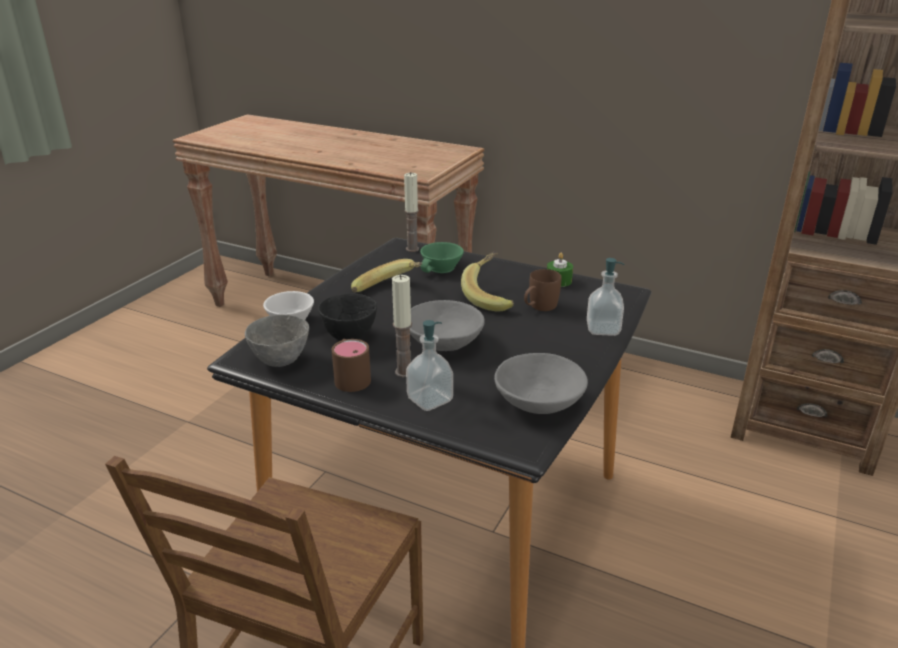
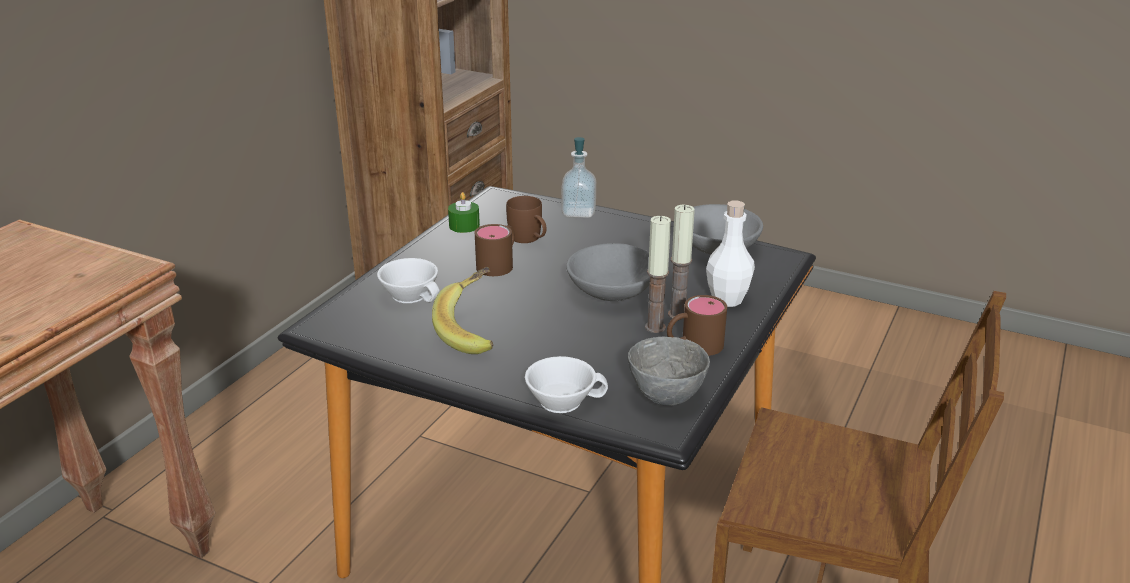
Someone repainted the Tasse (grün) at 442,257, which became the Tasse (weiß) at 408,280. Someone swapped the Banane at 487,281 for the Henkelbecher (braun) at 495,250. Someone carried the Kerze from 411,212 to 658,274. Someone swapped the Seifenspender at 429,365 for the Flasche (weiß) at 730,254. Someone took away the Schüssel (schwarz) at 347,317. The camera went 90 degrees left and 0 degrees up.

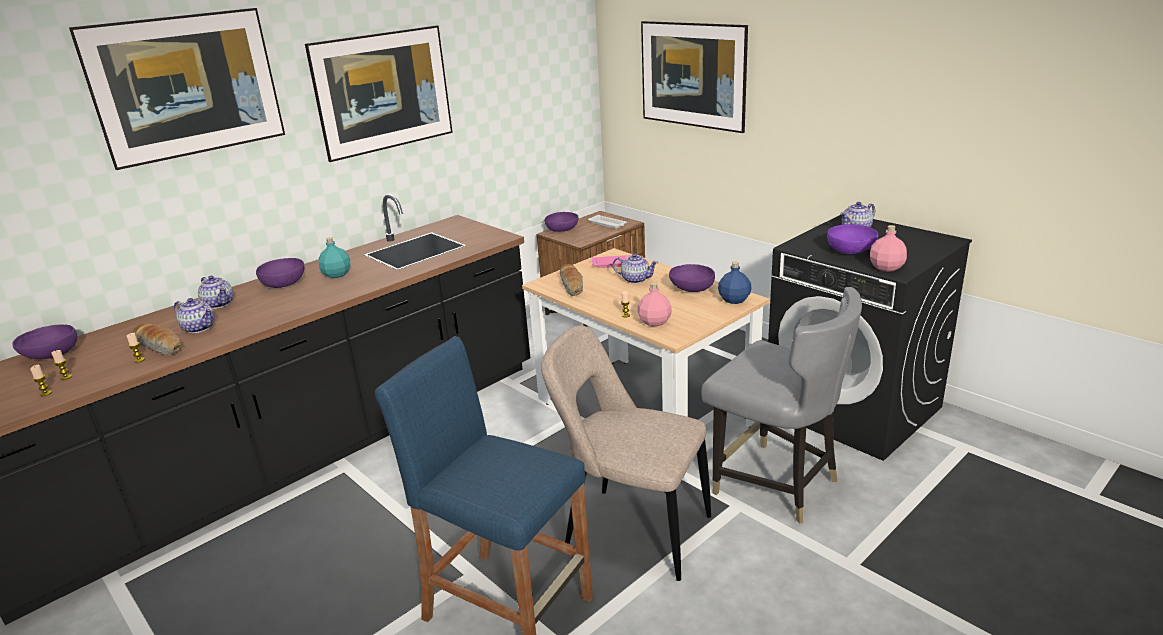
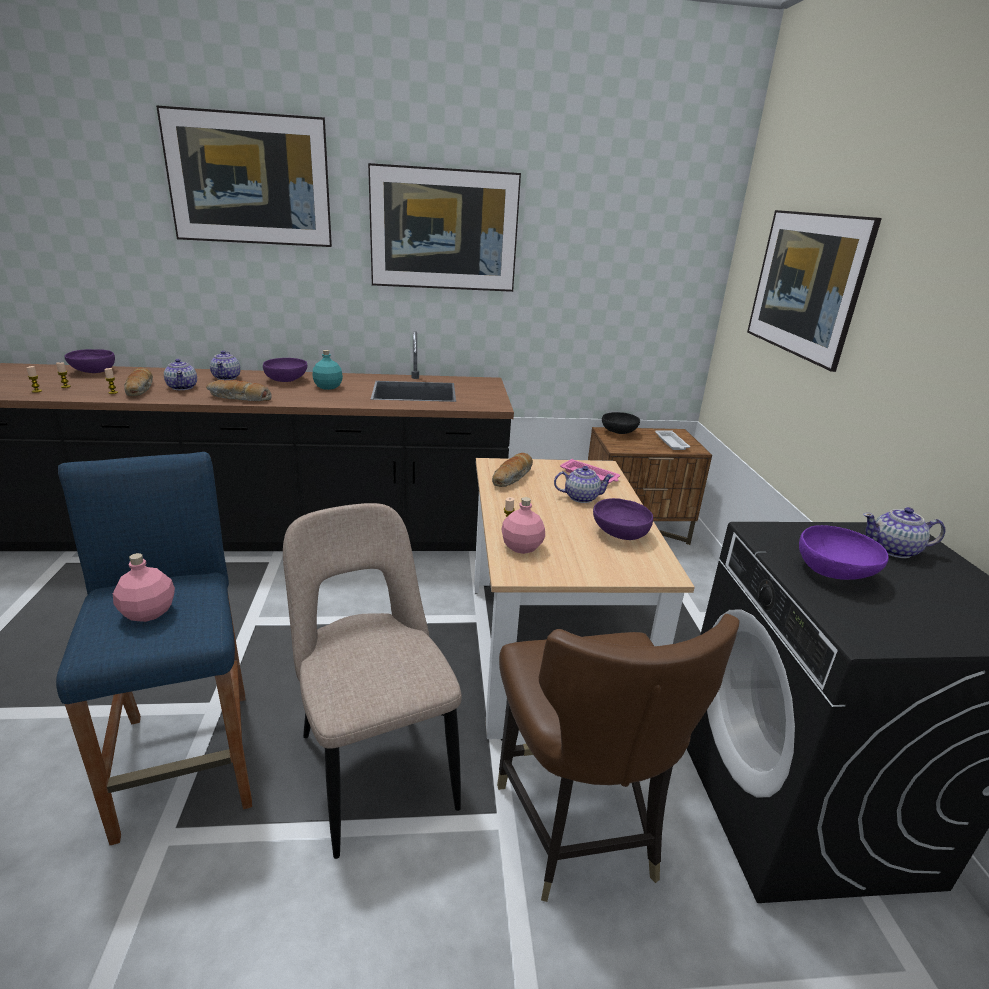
Someone carried the Flasche (rosa) from 888,248 to 144,587. Someone put down the Brot at 238,391. Someone repainted the Stuhl (grau) at 781,405, which became the Stuhl (braun) at 618,758. Someone rotated the Teekanne at 635,269 by 60 degrees counterclockwise. Someone repainted the Schüssel (lila) at 562,222, which became the Schüssel (schwarz) at 621,423. Someone took away the Flasche (blau) at 735,283. The camera went 35 degrees right and 0 degrees up.

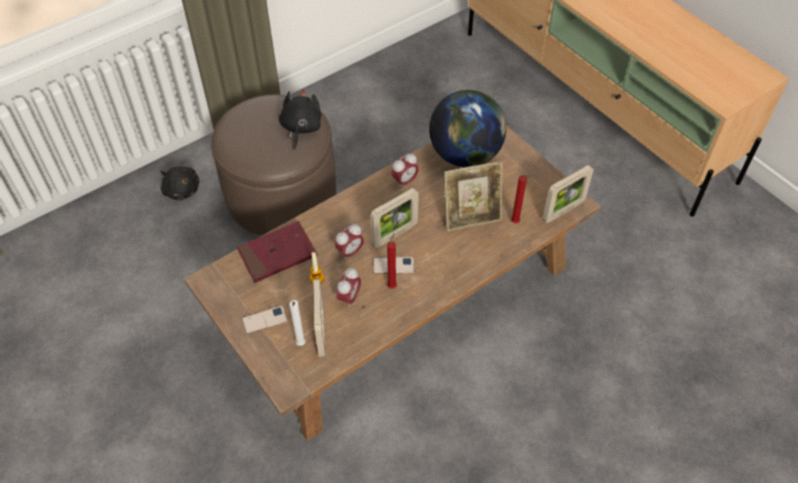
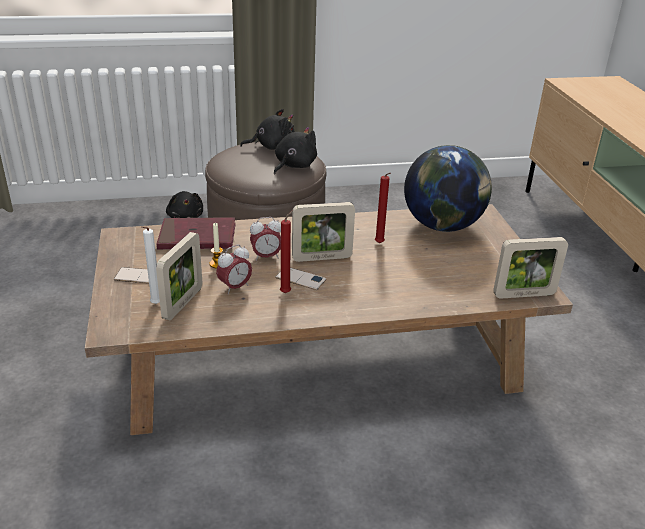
Someone put down the Plüschtier (schwarz) at 267,129. Someone carried the Kerze (rot) from 521,199 to 383,208. Someone took away the Wecker at 405,171. Someone took away the Bilderrahmen at 473,196. The camera went 25 degrees right and 20 degrees down.

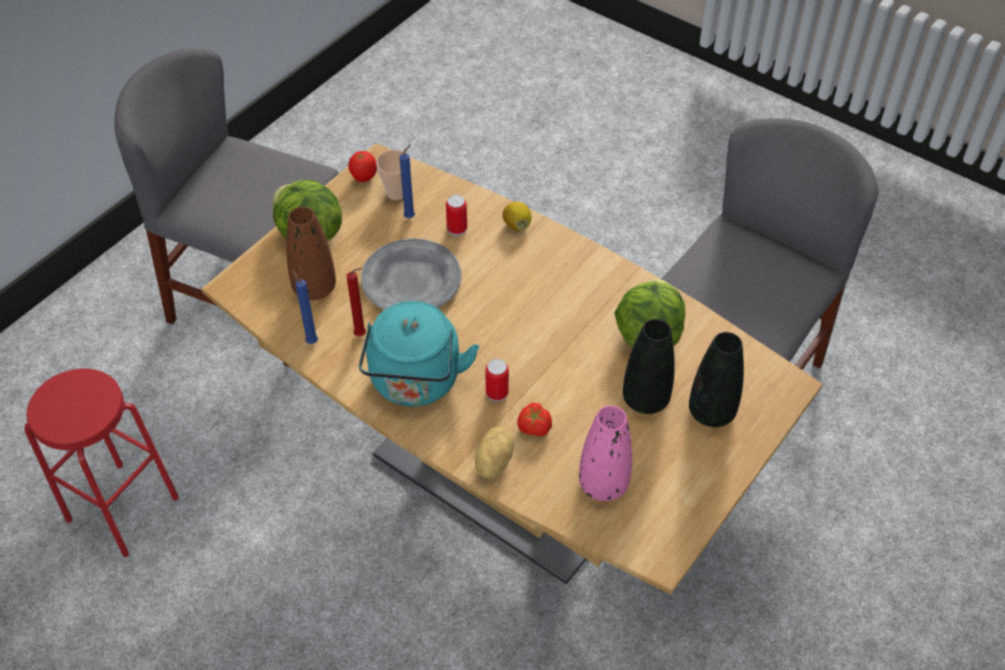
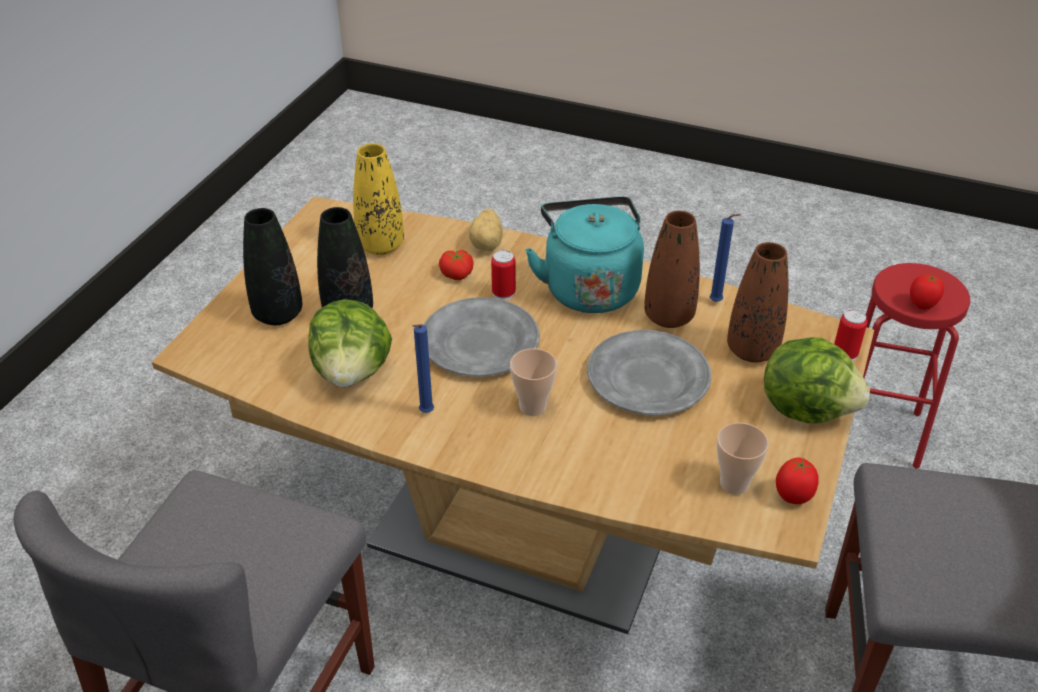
Someone repainted the Vase (rosa) at 605,453, which became the Vase (gelb) at 378,199. Someone carried the Kerze (blau) from 407,181 to 423,368. Someone put down the Teller (grau) at 482,337. Someone put down the Tasse at 533,382. Someone swapped the Kerze (rot) at 356,302 for the Vase (braun) at 672,269. Someone carried the Dose from 456,215 to 850,335. Someone put down the Tomate at 927,292. Someone took away the Zitrone at 516,216. The camera went 165 degrees right and 10 degrees down.

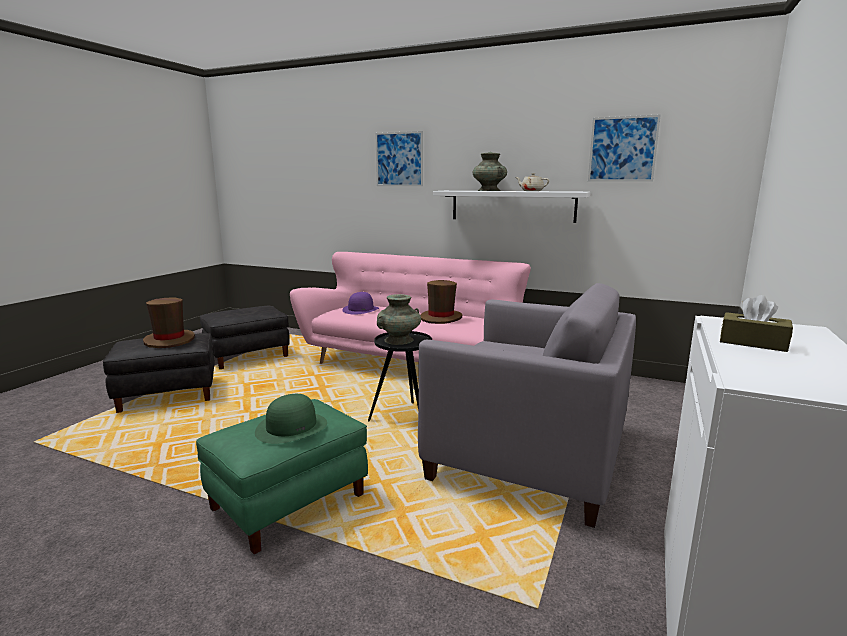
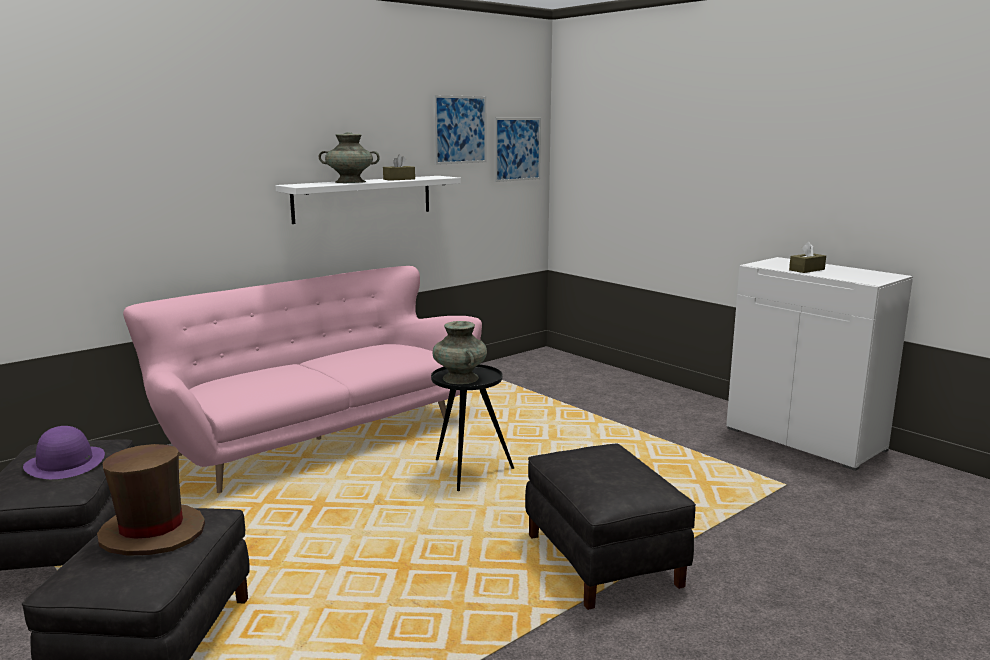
Someone carried the Hut (lila) from 360,303 to 64,452. Someone swapped the Teekanne (beige) at 532,182 for the Taschentuchbox (braun) at 399,168. Someone carried the Bild from 399,158 to 518,150. Someone repainted the Polsterhocker (grün) at 282,476, which became the Polsterhocker (schwarz) at 610,526. Someone took away the Hut (grün) at 291,419. Someone took away the Sessel (grau) at 527,405. Someone took away the Hut (braun) at 441,302. The camera went 65 degrees left and 0 degrees up.

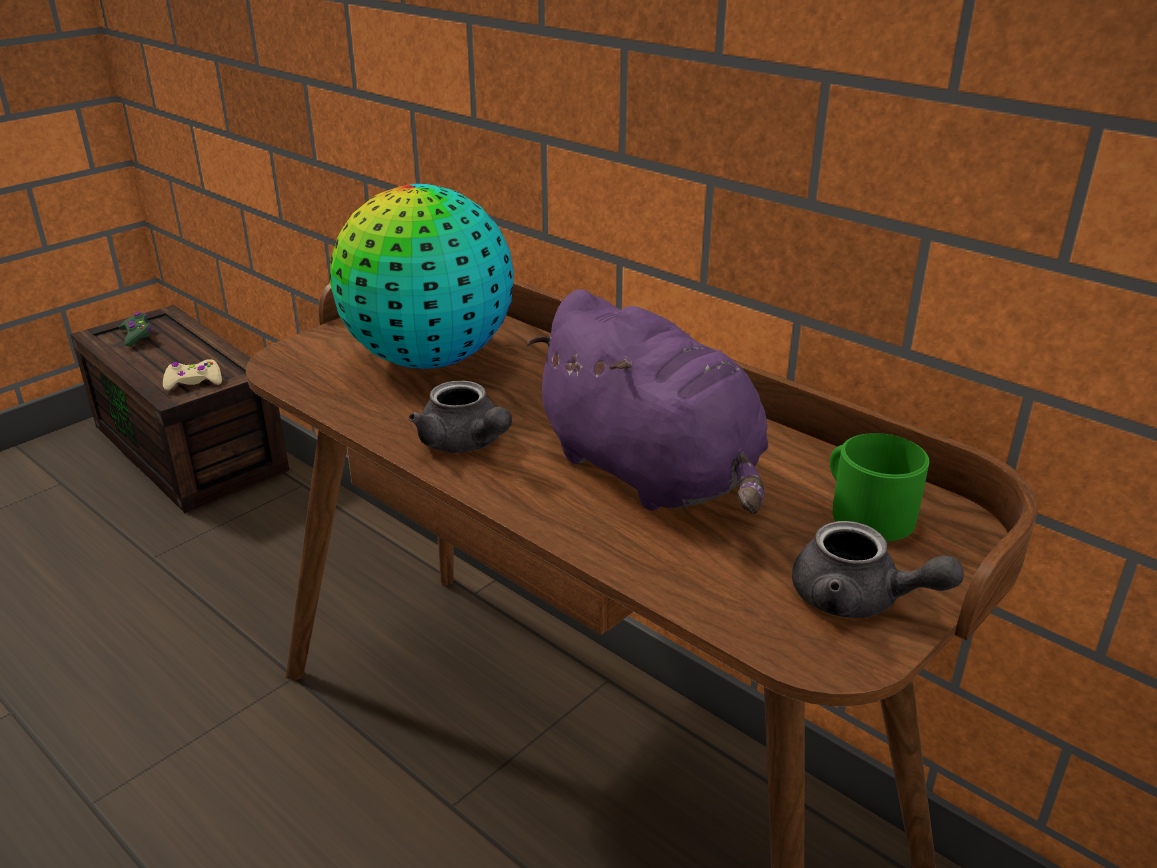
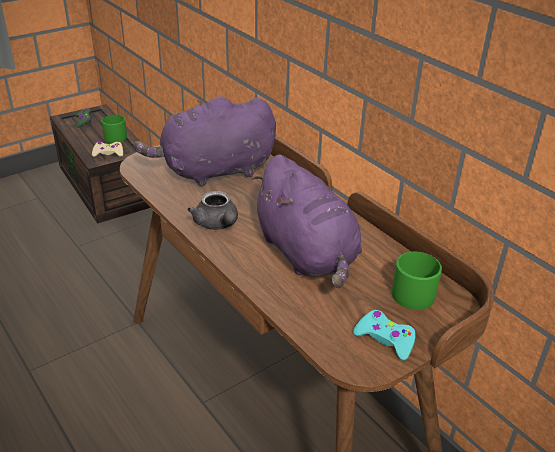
Someone put down the Henkelbecher (grün) at 114,129. Someone swapped the Globus at 422,276 for the Plüschtier (lila) at 205,141. Someone swapped the Teekanne (grau) at 878,569 for the Gamepad (türkis) at 384,335. The camera went 10 degrees right and 5 degrees up.

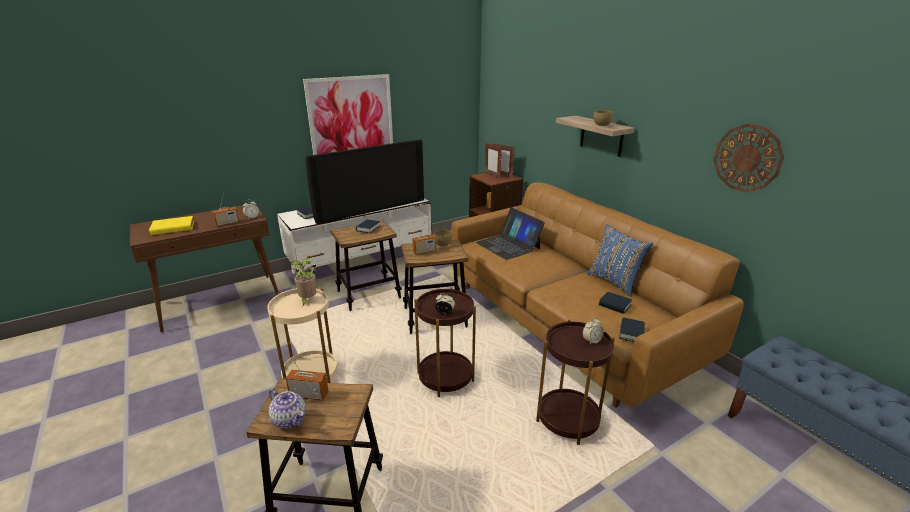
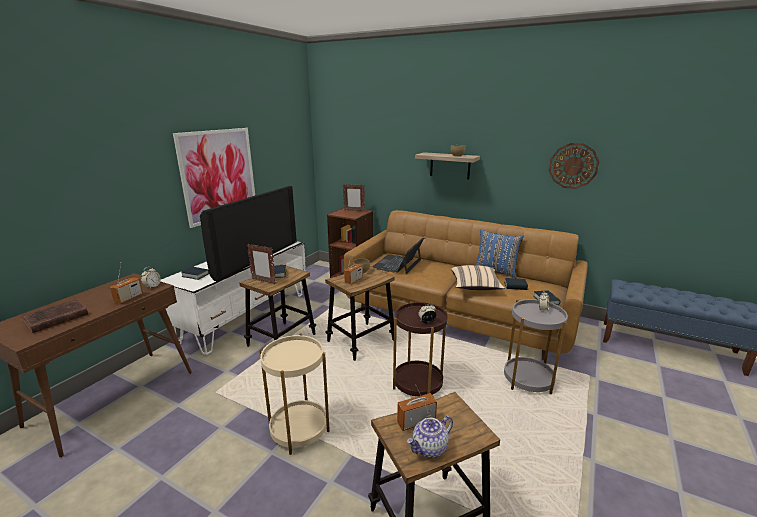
Someone repainted the Buch (gelb) at 171,225, which became the Buch (braun) at 54,316. Someone carried the Bilderrahmen from 493,160 to 261,264. Someone rotated the Laptop at 510,233 by 90 degrees clockwise. Someone rotated the Teekanne at 287,408 by 135 degrees clockwise. Someone put down the Kissen (beige) at 478,277. Someone repainted the Beistelltisch (braun) at 575,382, which became the Beistelltisch (grau) at 536,346. Someone took away the Topfpflanze at 303,282. The camera went 30 degrees left and 5 degrees down.

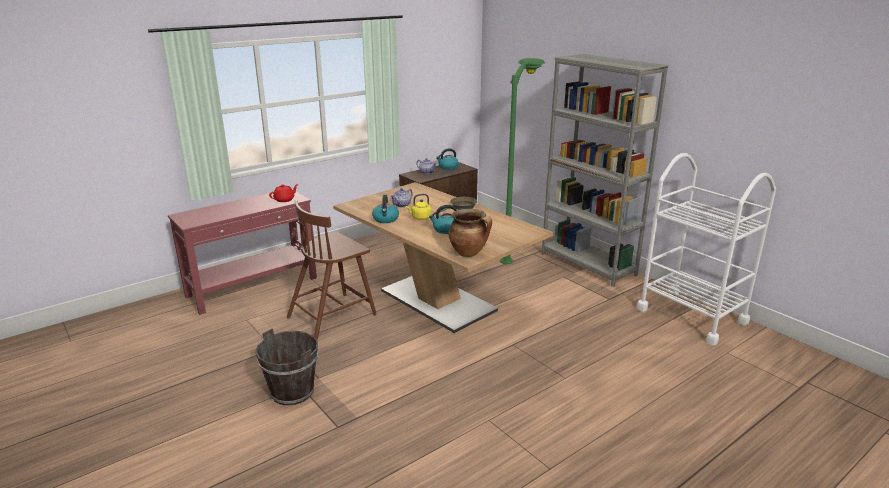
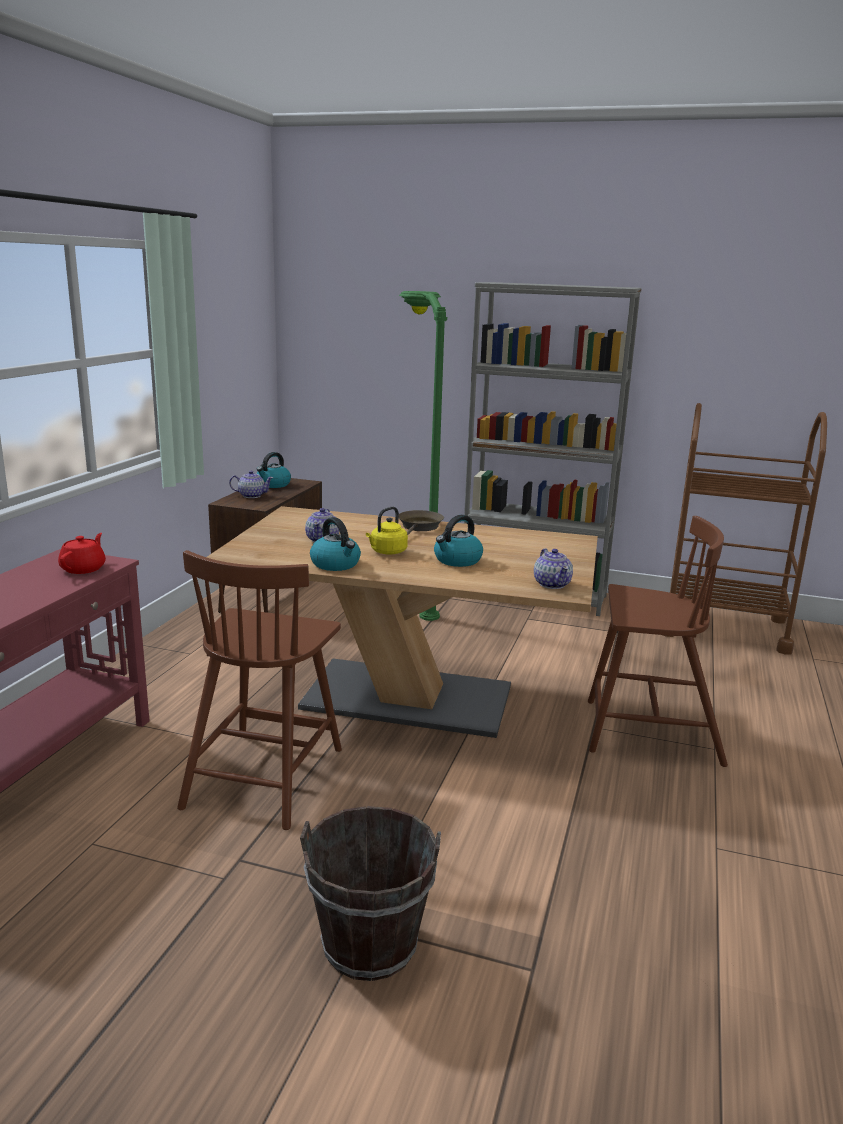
Someone swapped the Kochtopf at 470,233 for the Teekanne at 553,568. Someone put down the Stuhl (braun) at 658,641. Someone repainted the Rollwagen (weiß) at 706,249, which became the Rollwagen (braun) at 744,529. The camera went 35 degrees left and 5 degrees down.

